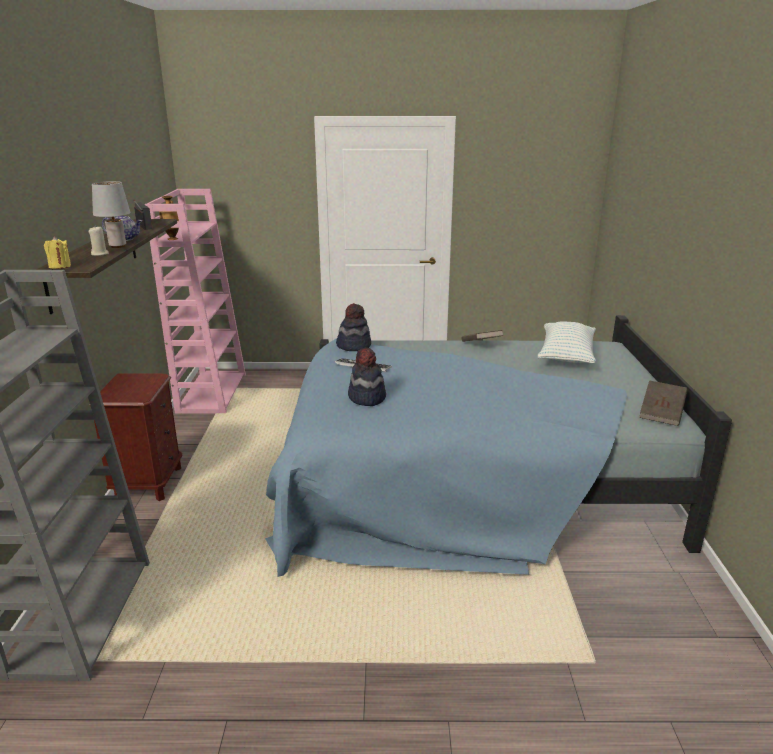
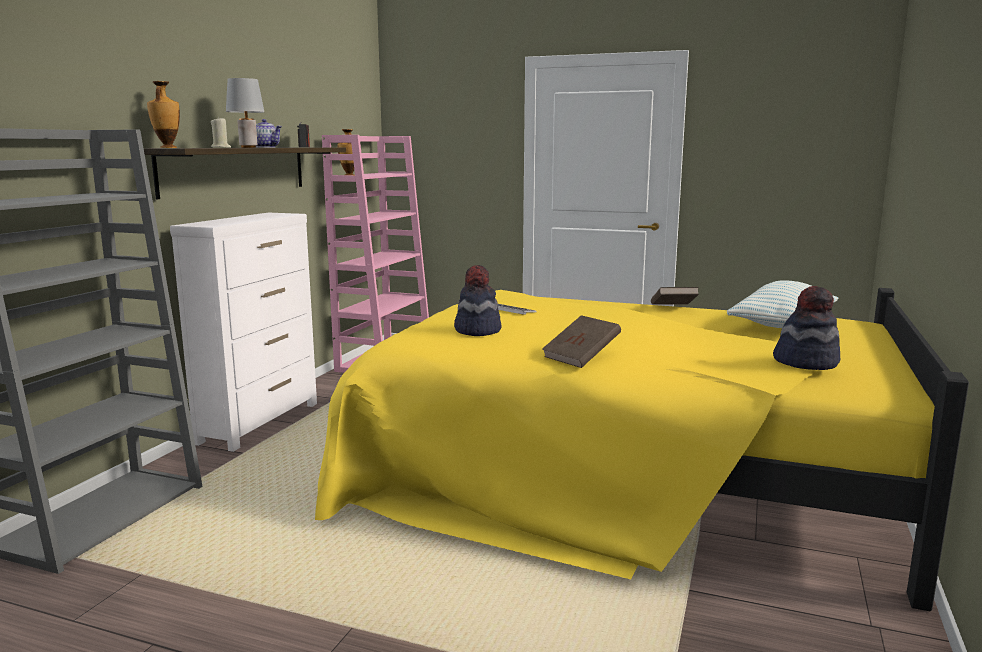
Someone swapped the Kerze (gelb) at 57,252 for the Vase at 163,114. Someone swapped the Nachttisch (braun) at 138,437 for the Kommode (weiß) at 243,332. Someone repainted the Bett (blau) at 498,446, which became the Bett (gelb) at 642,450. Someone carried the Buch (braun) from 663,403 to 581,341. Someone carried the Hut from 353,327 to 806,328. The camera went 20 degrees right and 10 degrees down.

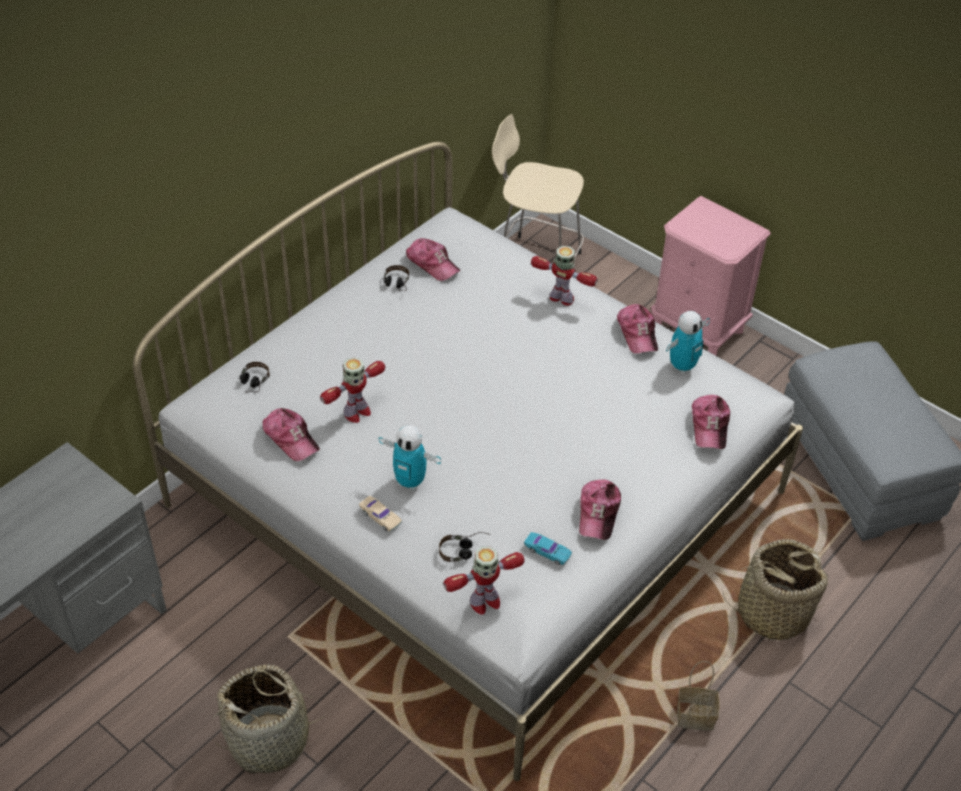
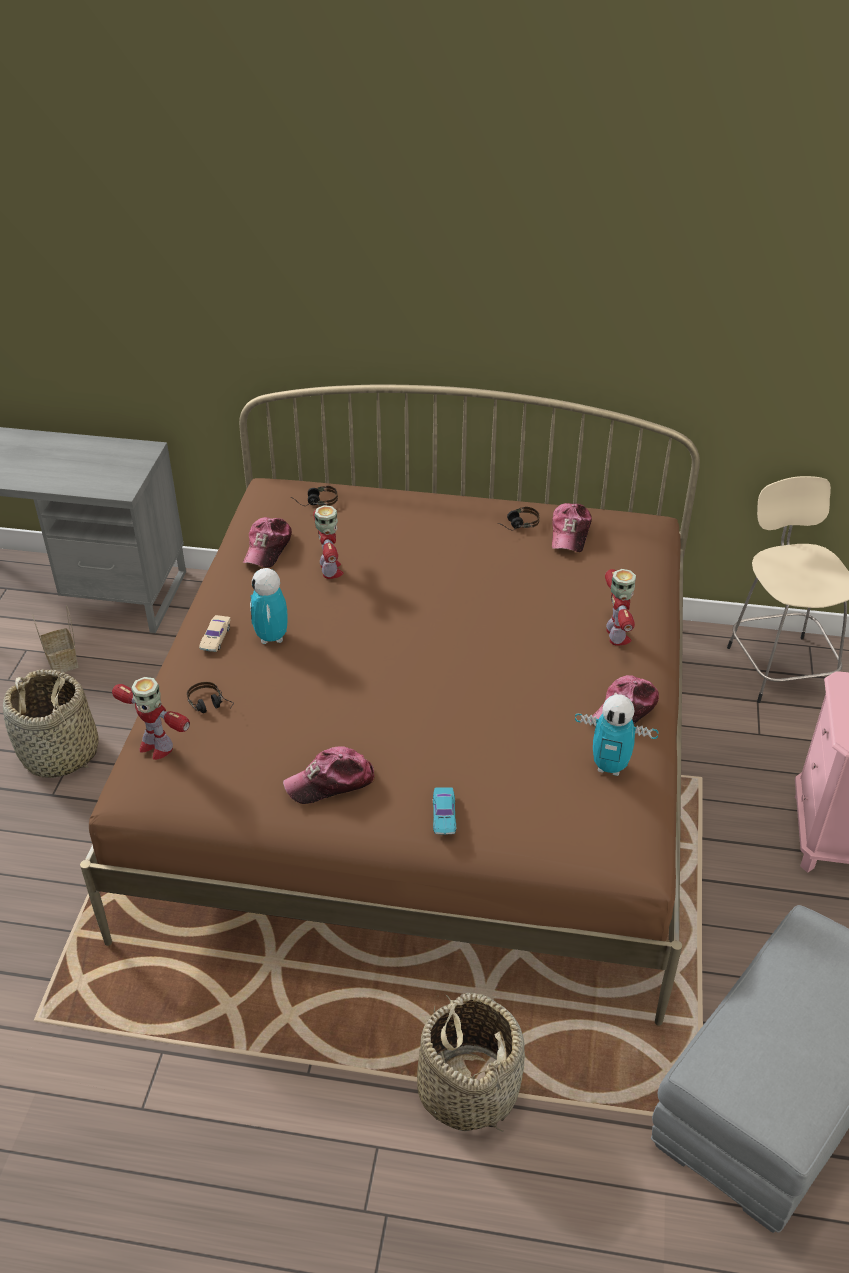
Someone carried the Korb from 698,696 to 55,638. Someone repainted the Bett (weiß) at 468,461, which became the Bett (braun) at 390,705. Someone rotated the Spielzeugroboter at 352,390 by 120 degrees counterclockwise. Someone carried the Spielzeugauto (türkis) from 548,548 to 444,811. Someone took away the Kappe at 711,422. The camera went 60 degrees right and 5 degrees down.

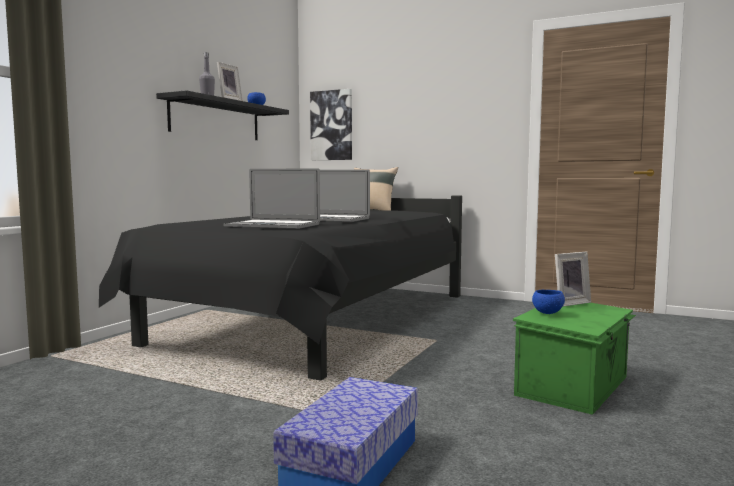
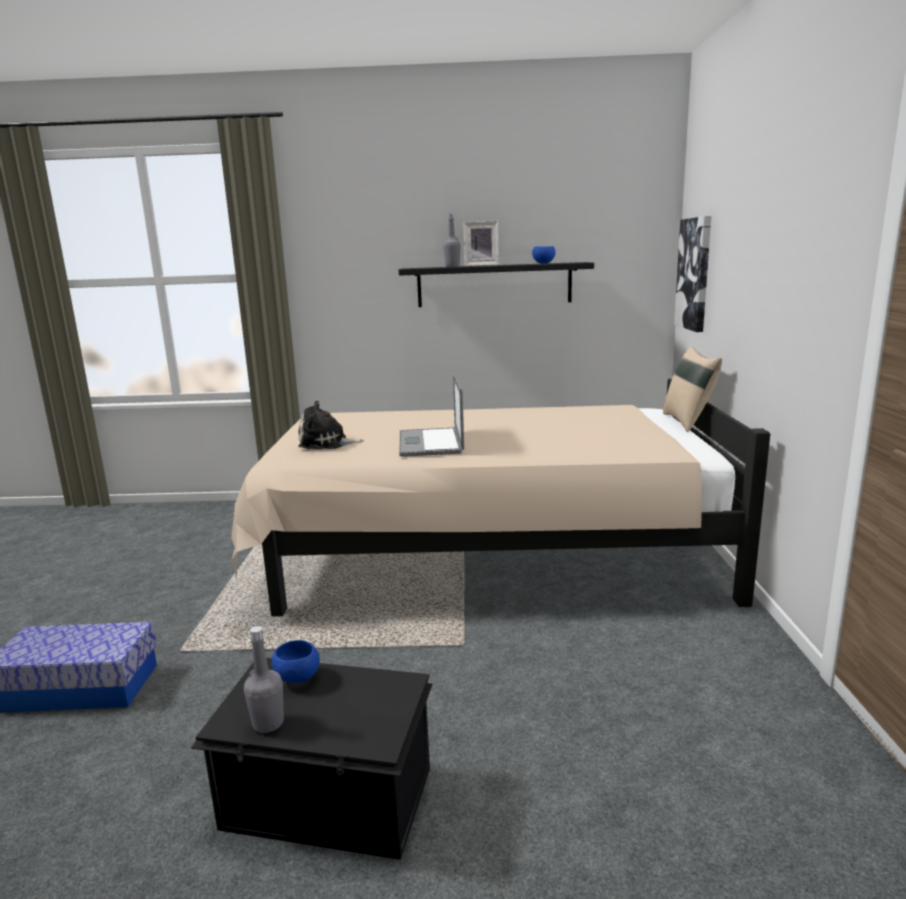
Someone repainted the Aufbewahrungsbox (grün) at 574,359, which became the Aufbewahrungsbox (schwarz) at 312,759. Someone repainted the Bett (schwarz) at 280,287, which became the Bett (beige) at 500,497. Someone put down the Flasche (grau) at 264,679. Someone swapped the Laptop at 272,198 for the Plüschtier at 331,425. Someone took away the Bilderrahmen at 573,279. The camera went 65 degrees right and 10 degrees up.

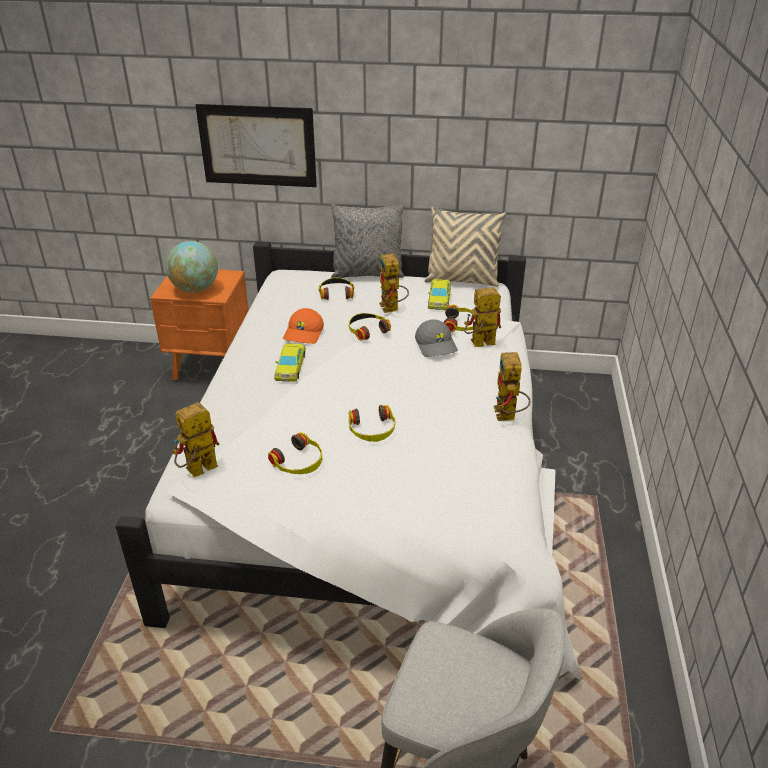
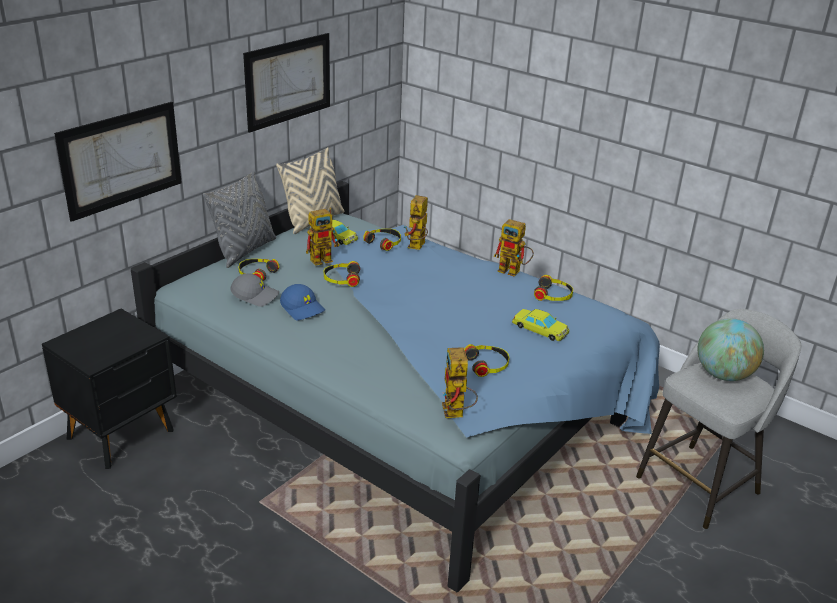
Someone repainted the Nachttisch (orange) at 199,325, which became the Nachttisch (schwarz) at 109,389. Someone repainted the Bett (weiß) at 348,461, which became the Bett (blau) at 395,386. Someone carried the Kappe (grau) from 436,338 to 254,290. Someone put up the Bild at 286,83. Someone repainted the Kappe (orange) at 303,326, which became the Kappe (blau) at 302,302. Someone rotated the Spielzeugroboter at 394,283 by 45 degrees counterclockwise. Someone carried the Spielzeugauto (gelb) from 290,362 to 540,325. Someone carried the Kopfhörer from 372,423 to 553,288. Someone carried the Globus from 192,266 to 730,349. The camera went 60 degrees left and 5 degrees down.

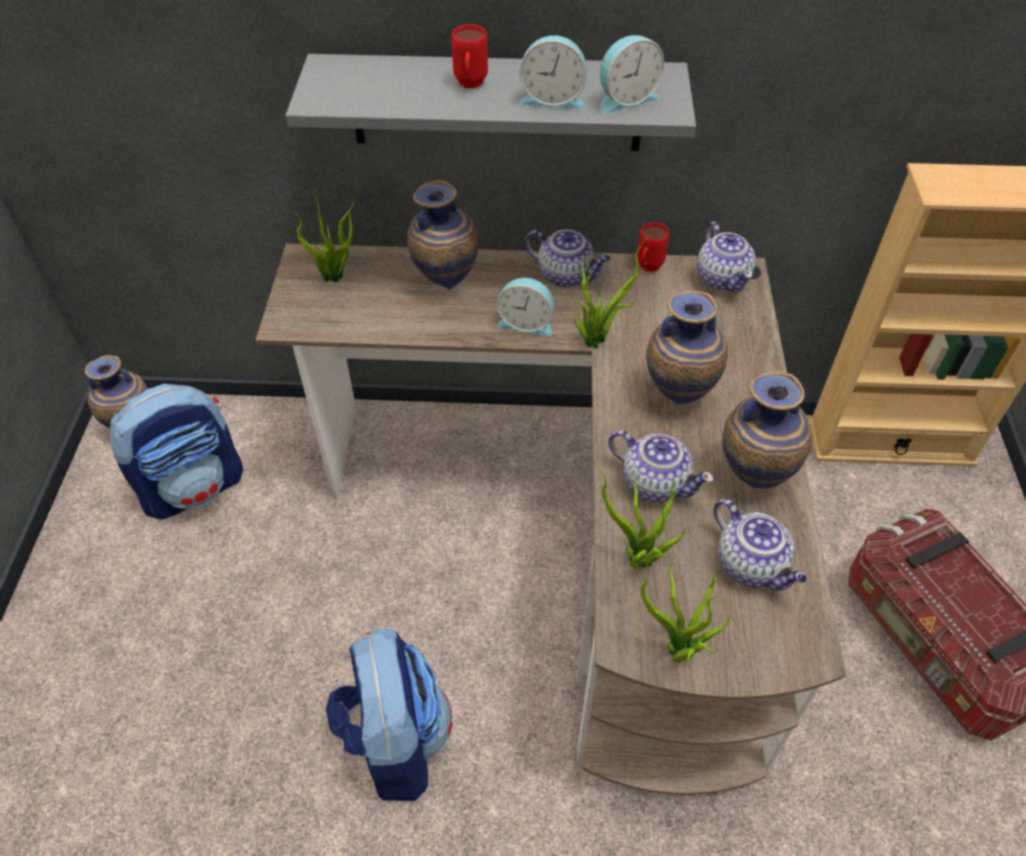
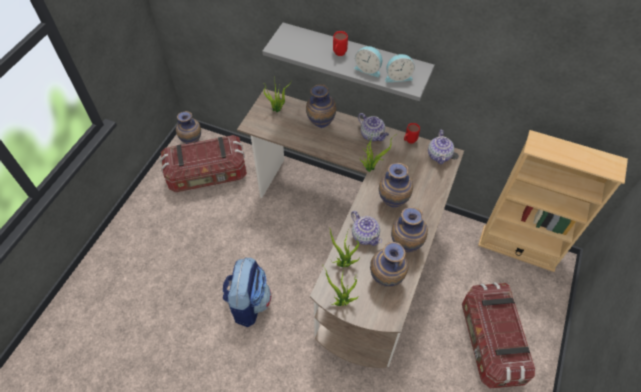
Someone swapped the Rucksack at 176,451 for the Aufbewahrungsbox at 203,164. Someone swapped the Teekanne at 760,544 for the Vase at 389,264. Someone took away the Wecker at 525,307. The camera went 20 degrees right and 5 degrees up.

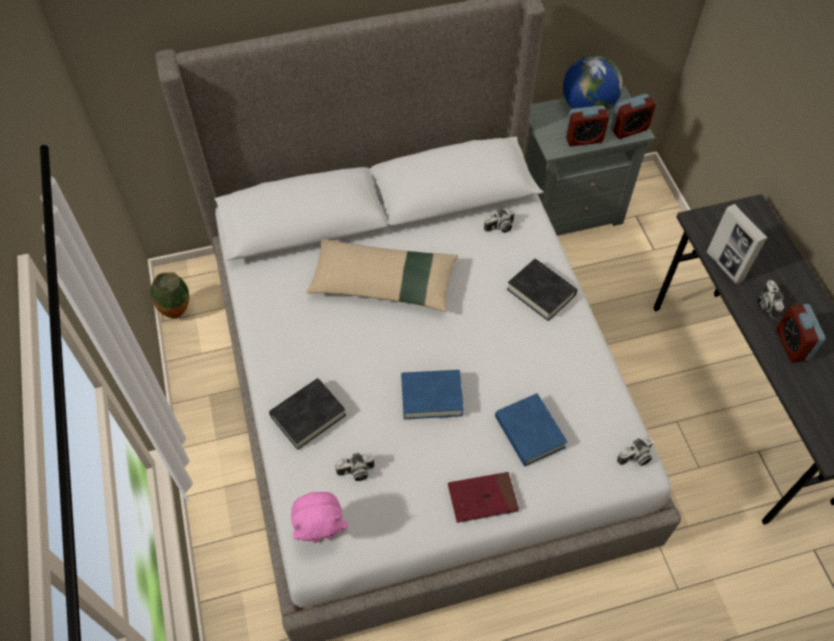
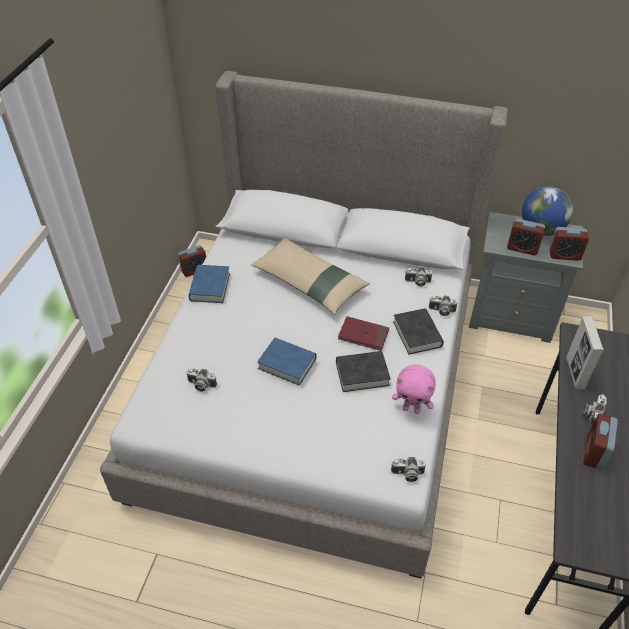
Someone swapped the Vase at 169,295 for the Wecker at 192,261. Someone carried the Buch (blau) from 531,429 to 209,284. Someone carried the Buch (schwarz) from 307,414 to 363,371. Someone carried the Buch (rot) from 483,497 to 363,333. Someone carried the Plüschtier (rosa) from 319,517 to 414,389. Someone put down the Kamera at 443,306. The camera went 30 degrees right and 10 degrees down.

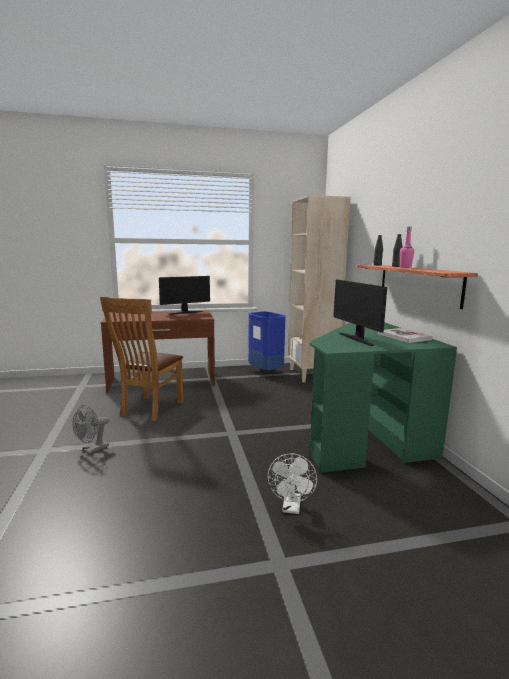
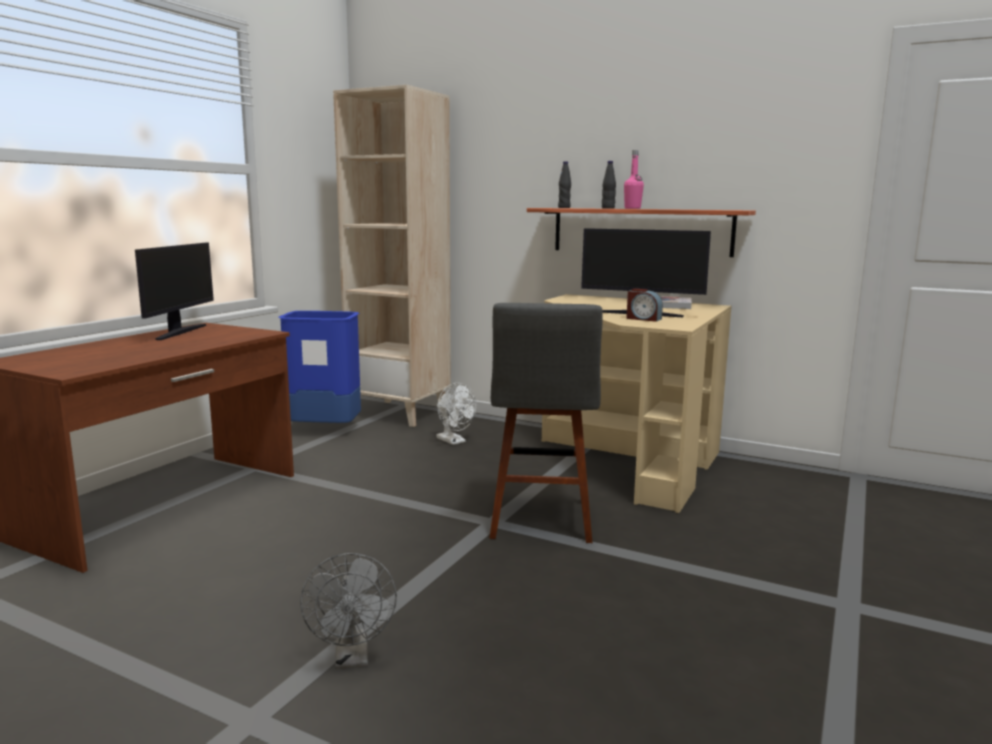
Someone carried the Ventilator (weiß) from 292,483 to 456,414. Someone put down the Hocker (grau) at 546,423. Someone repainted the Schreibtisch (grün) at 383,397, which became the Schreibtisch (beige) at 636,403. Someone put down the Wecker at 644,305. Someone took away the Stuhl (braun) at 141,359. The camera went 50 degrees left and 0 degrees up.

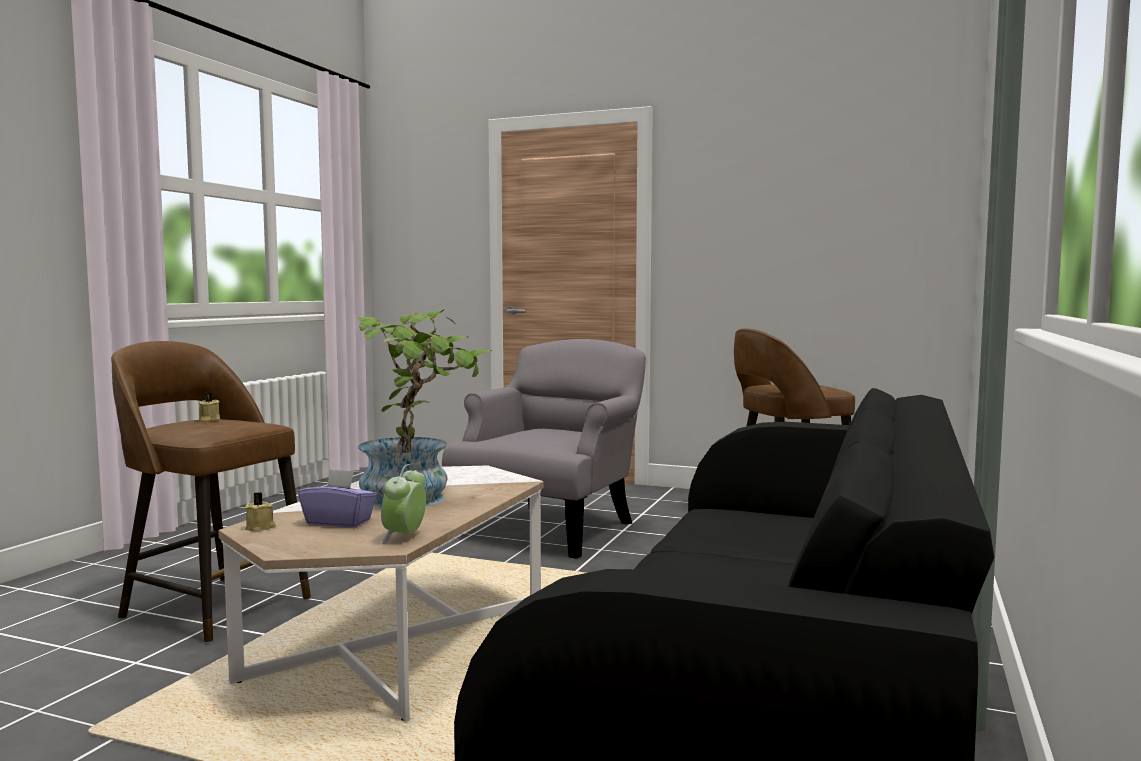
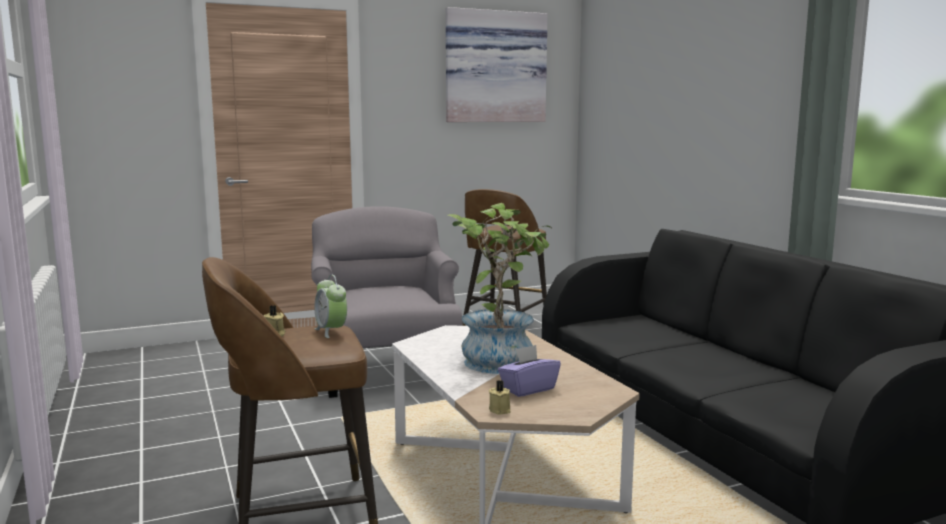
Someone carried the Wecker from 403,504 to 330,306. Someone put up the Bild at 497,64. The camera went 45 degrees left and 5 degrees up.

